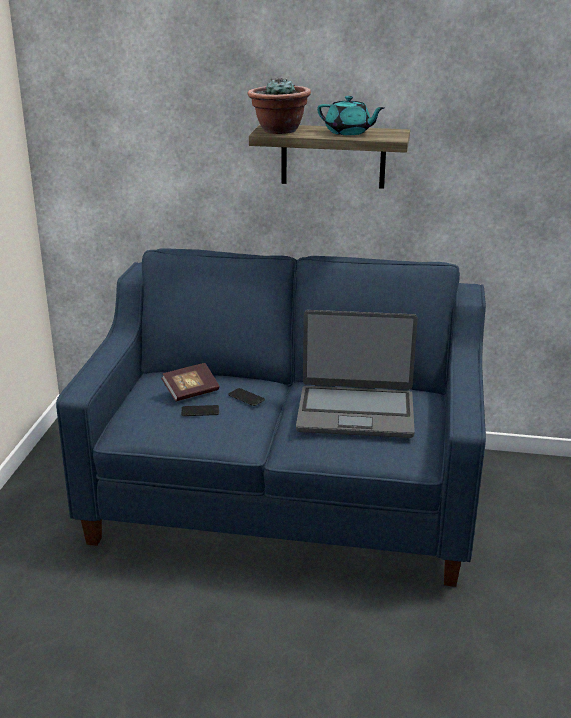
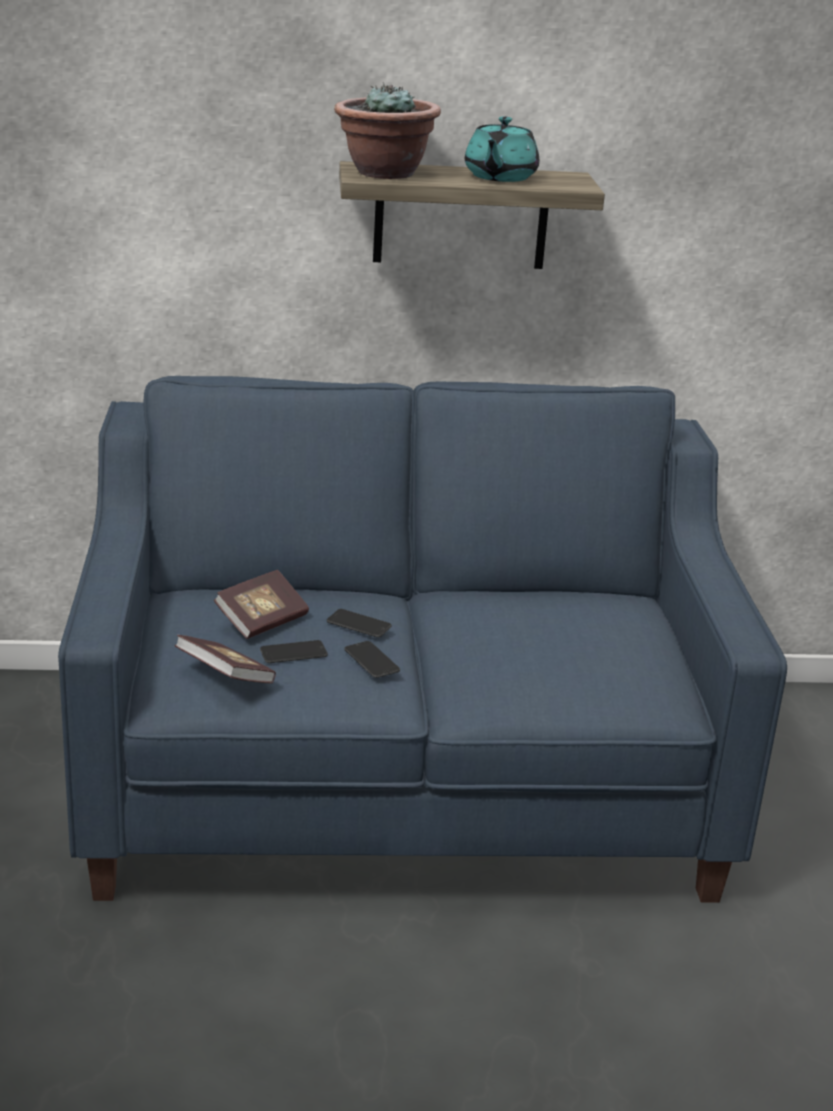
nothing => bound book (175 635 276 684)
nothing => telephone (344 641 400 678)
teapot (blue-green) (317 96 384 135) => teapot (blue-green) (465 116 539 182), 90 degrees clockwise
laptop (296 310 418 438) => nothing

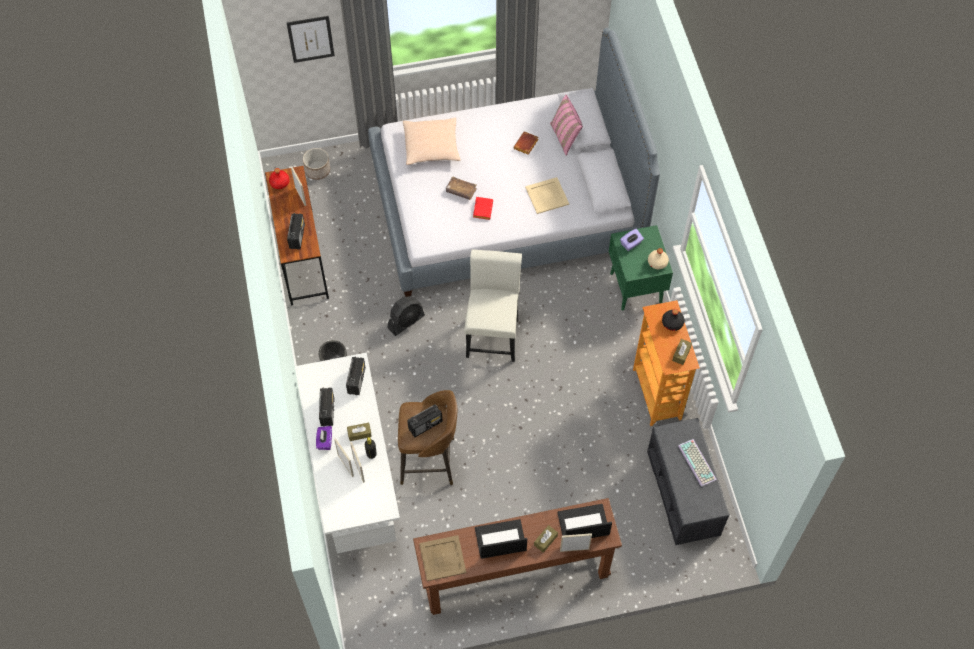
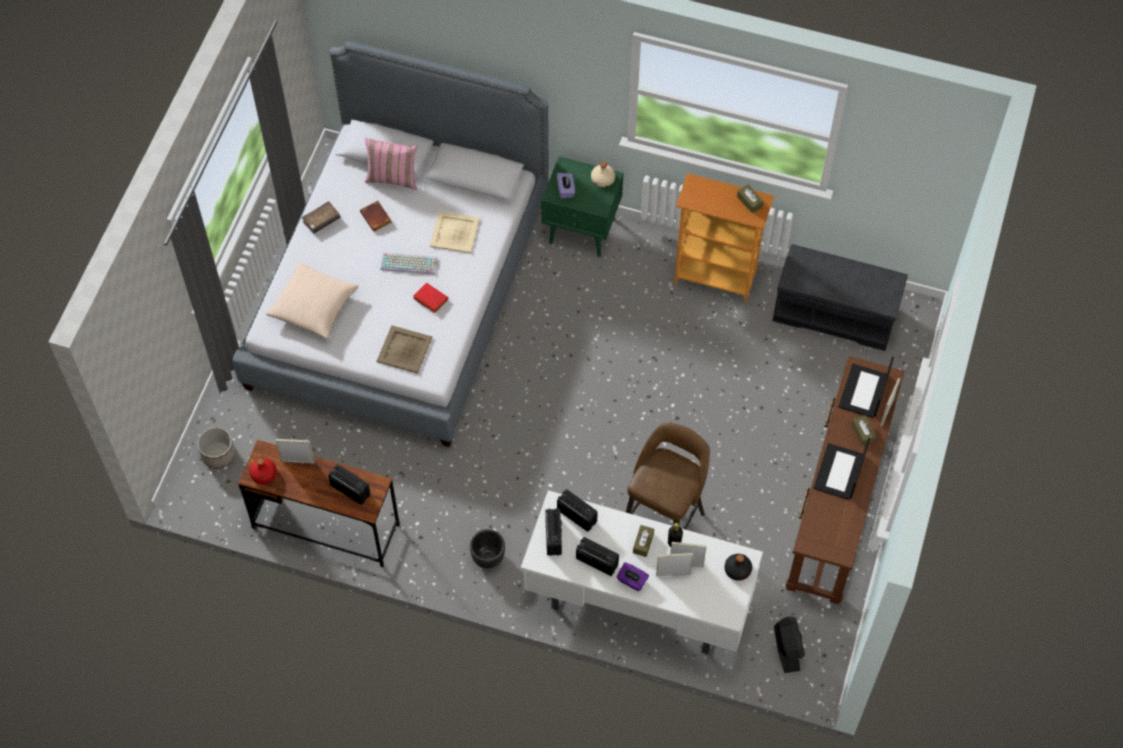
bound book (brownish) (446 177 477 200) => bound book (brownish) (301 201 341 234), shifted
carrying tray (sand-coloured) (419 535 467 581) => carrying tray (sand-coloured) (377 325 432 373), shifted
computer keyboard (678 439 717 487) => computer keyboard (380 253 437 274), shifted
radio receiver (407 404 442 437) => radio receiver (545 508 562 556), shifted
drink bottle (blackish) (662 309 685 331) => drink bottle (blackish) (725 554 752 581), shifted
cooling fan (blackish) (387 296 425 336) => cooling fan (blackish) (774 616 805 673), shifted
picture (287 16 335 63) => nothing
upright chair (white) (464 250 522 362) => nothing

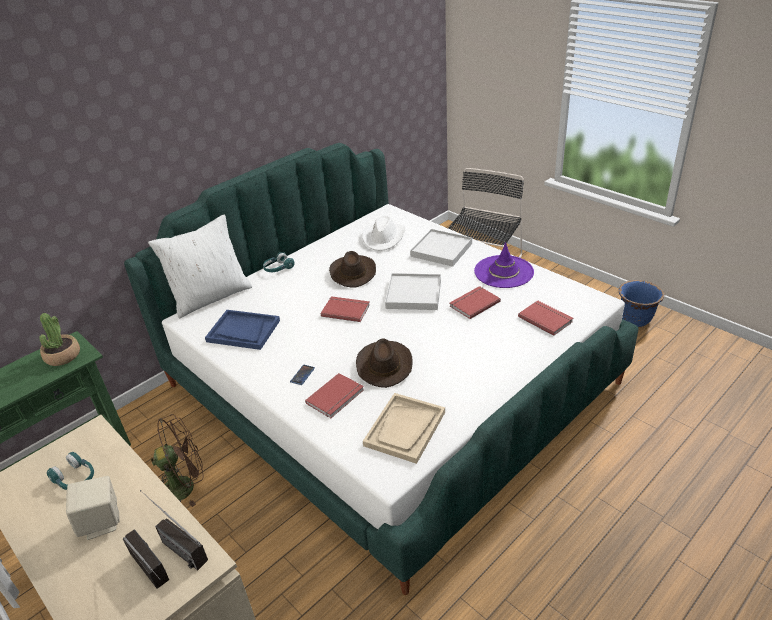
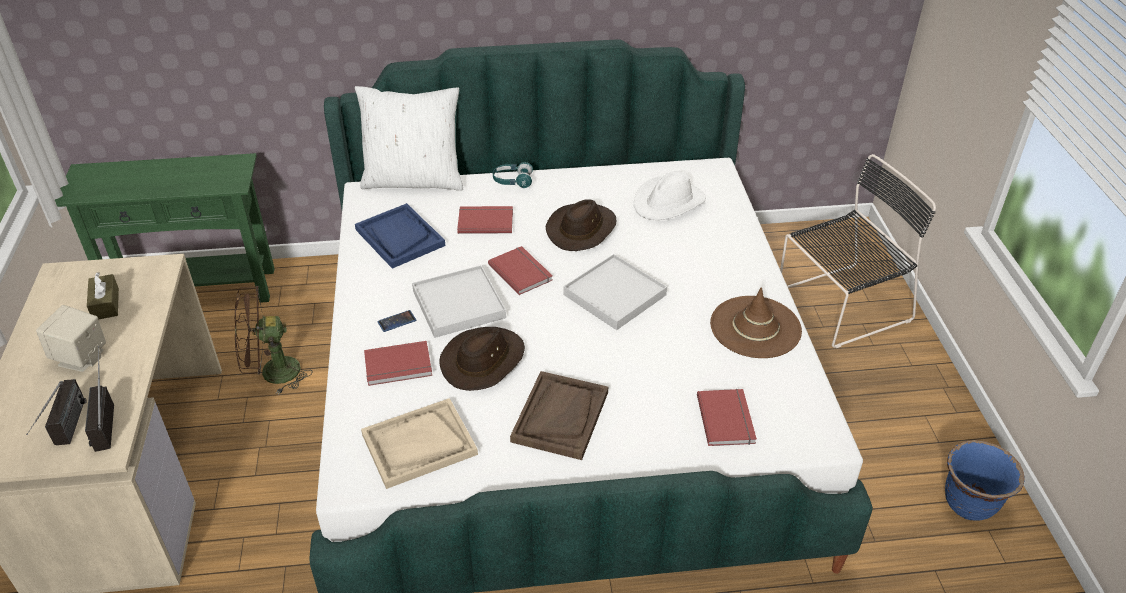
headphones (blue-green) (47 452 94 490) => tissue holder (brownish) (87 272 119 320)
cooling fan (brownish) (150 414 204 507) => cooling fan (brownish) (234 286 313 395), 150 degrees clockwise
carrying tray (white) (410 229 472 267) => carrying tray (white) (412 265 506 338), shifted
bound book (red) (450 286 501 319) => bound book (red) (457 206 513 234), shifted
nothing => carrying tray (brownish) (510 371 608 460)
hat (purple) (474 242 534 288) => hat (brownish) (710 287 802 358)
houseplant (40 313 80 366) => nothing

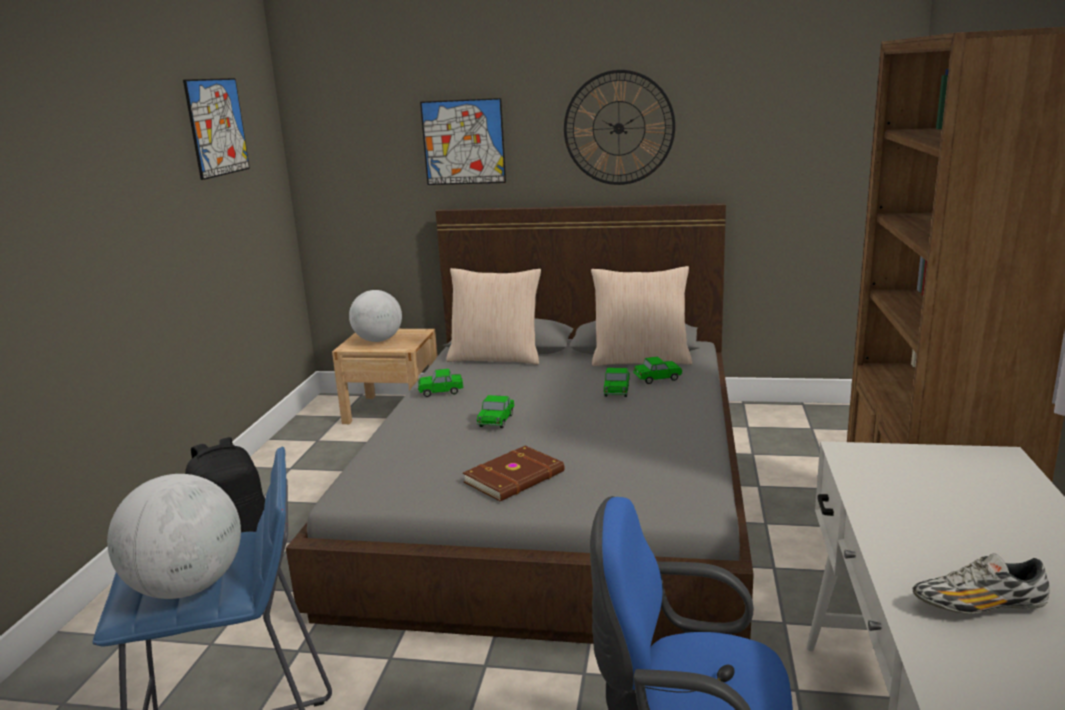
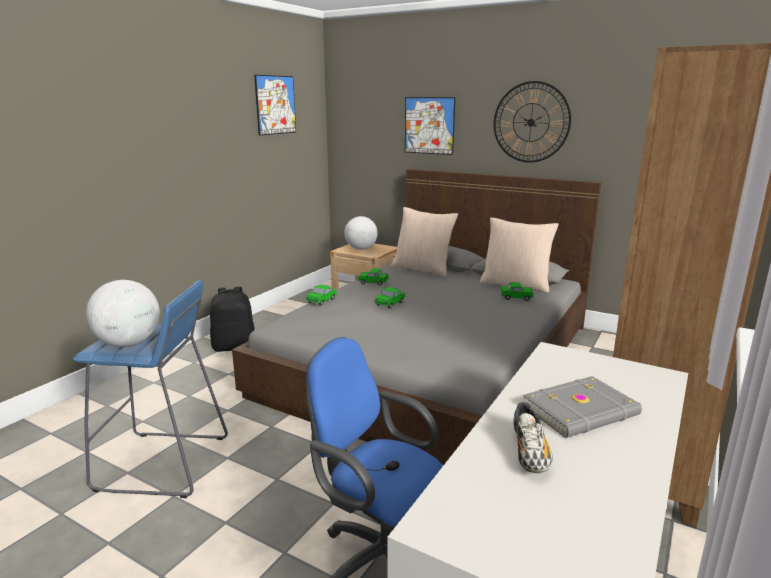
model car (604 368 630 397) => model car (306 284 337 305), shifted
item of footwear (913 553 1050 614) => item of footwear (513 402 553 473), 105 degrees counterclockwise
nothing => bound book (grey) (523 376 642 438)
bound book (brownish) (463 446 564 501) => nothing

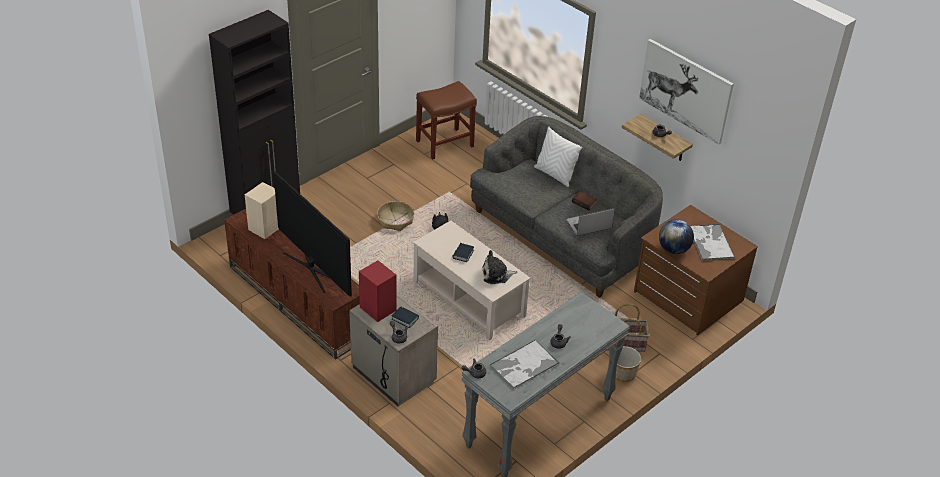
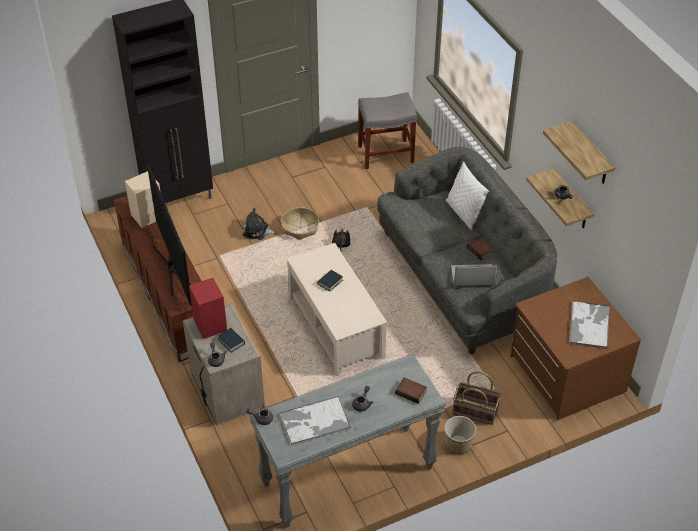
soft toy (482 250 517 284) => soft toy (243 208 277 240), shifted
stool seat (brownish) (416 81 477 160) => stool seat (grey) (358 92 417 169)
nothing => bound book (395 377 427 404)
picture (639 39 734 145) => bracket shelf (543 121 615 184)
desk globe (659 220 694 254) => nothing

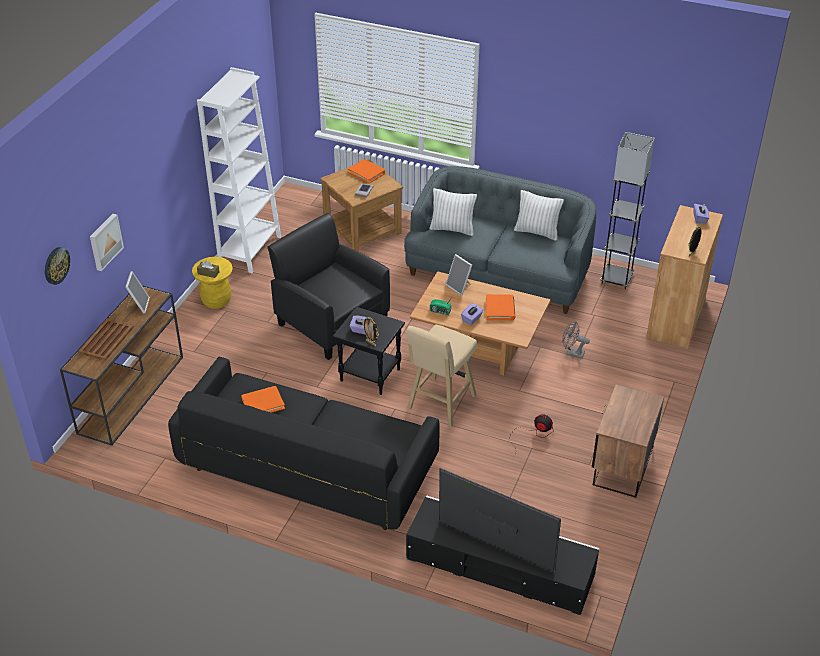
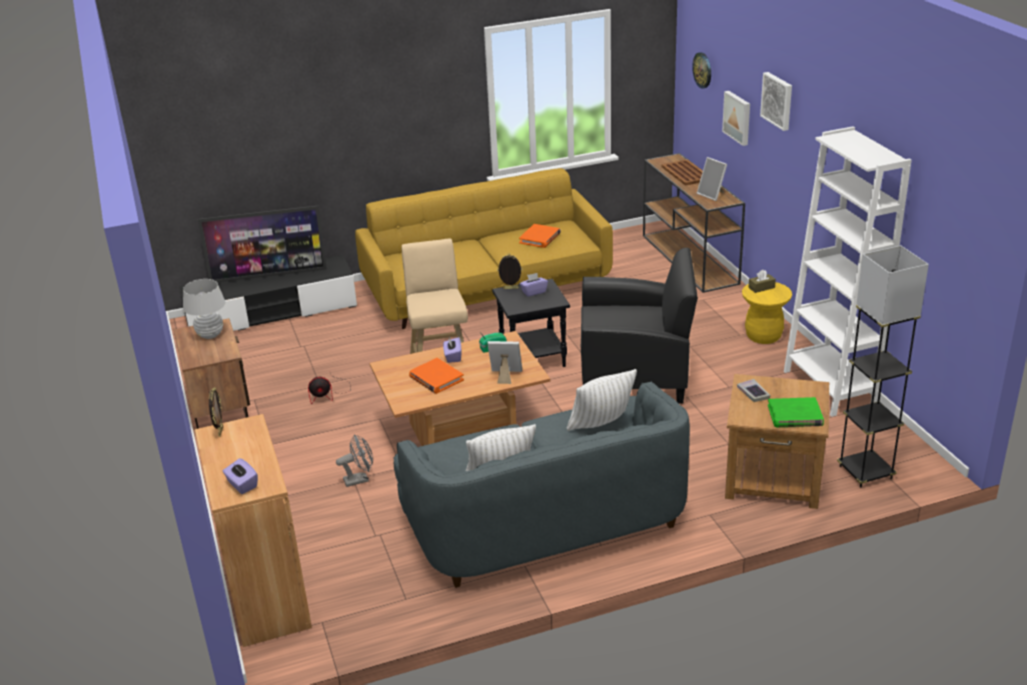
nothing => lamp for a table (white) (183 279 226 339)
settee (blackish) (168 357 440 530) => settee (yellowish) (355 168 613 329)
nothing => picture (760 72 792 131)
bound book (orangey) (348 159 385 183) => bound book (green-coloured) (768 397 824 427)
standard lamp (blackish) (600 132 655 289) => standard lamp (blackish) (837 245 929 487), shifted

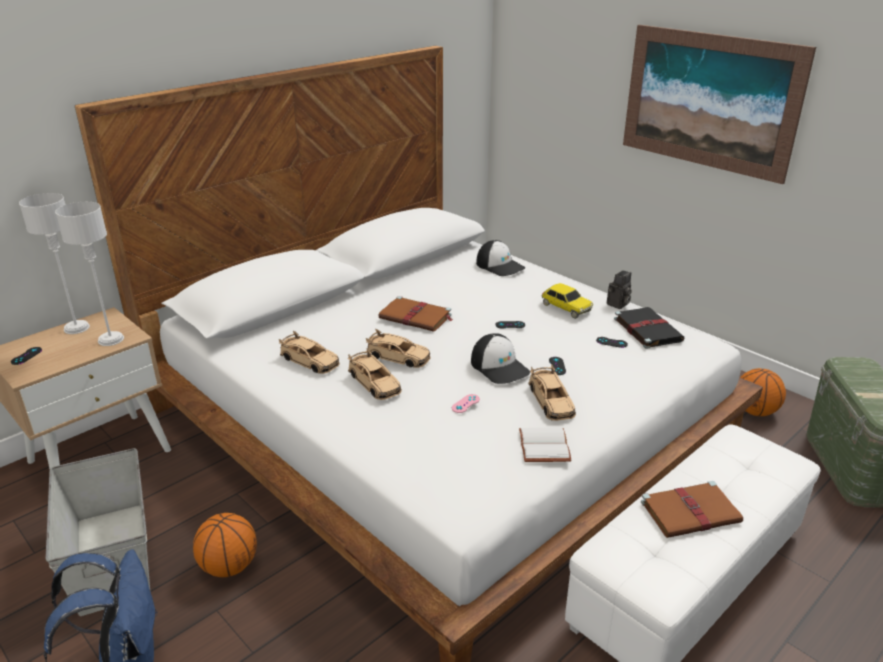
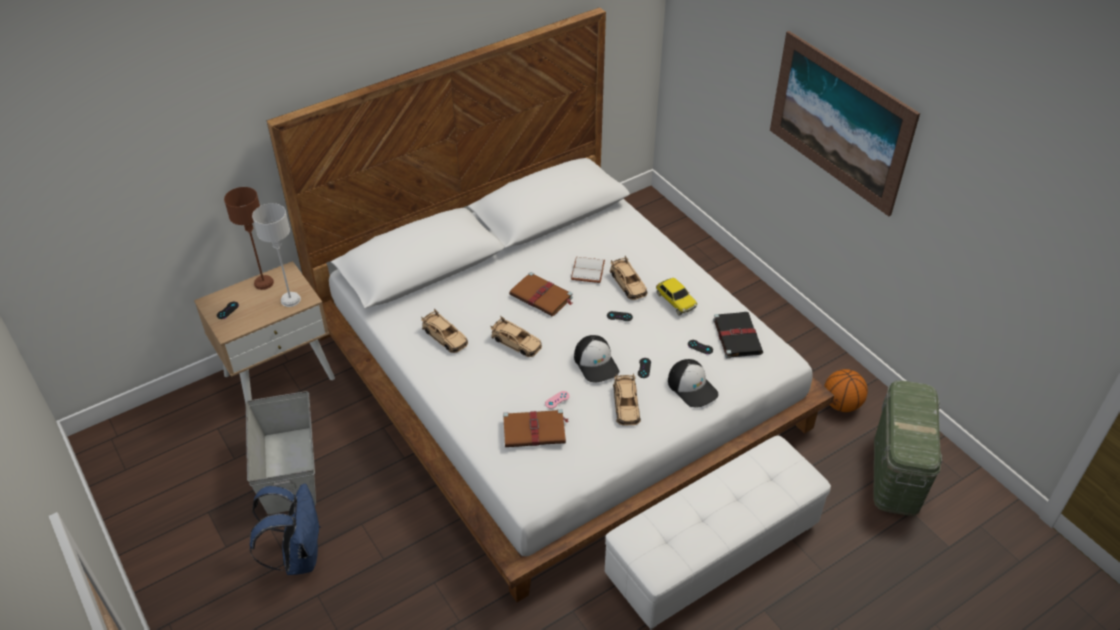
lamp for a table (grey) (19 193 90 334) => lamp for a table (brownish) (224 187 274 290)
bound book (brownish) (641 481 743 538) => bound book (brownish) (503 409 569 447), shifted
bound book (white) (519 428 572 462) => bound book (white) (571 257 605 283), shifted
model car (sand-coloured) (348 348 402 400) => model car (sand-coloured) (610 256 648 300), shifted
baseball cap (476 240 525 276) => baseball cap (668 359 718 407), shifted
basketball ball (193 513 257 577) => nothing
still camera (607 270 632 309) => nothing

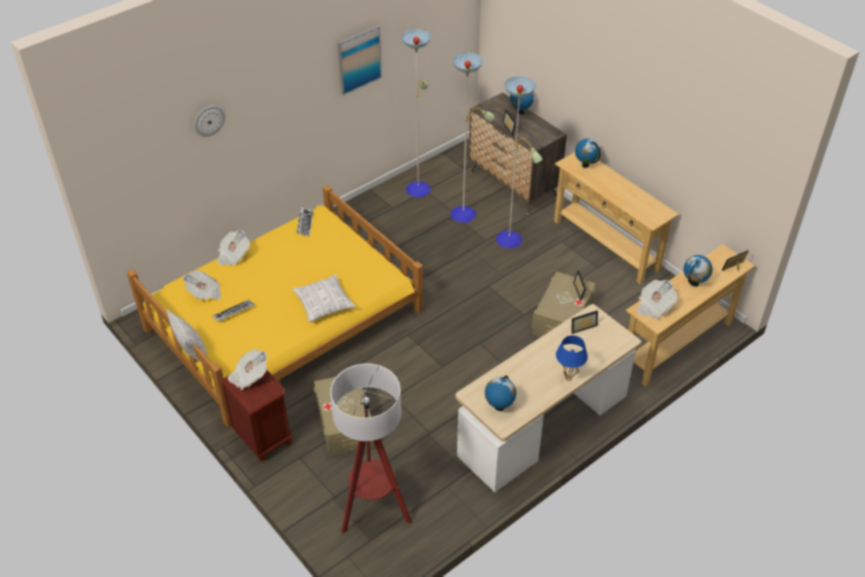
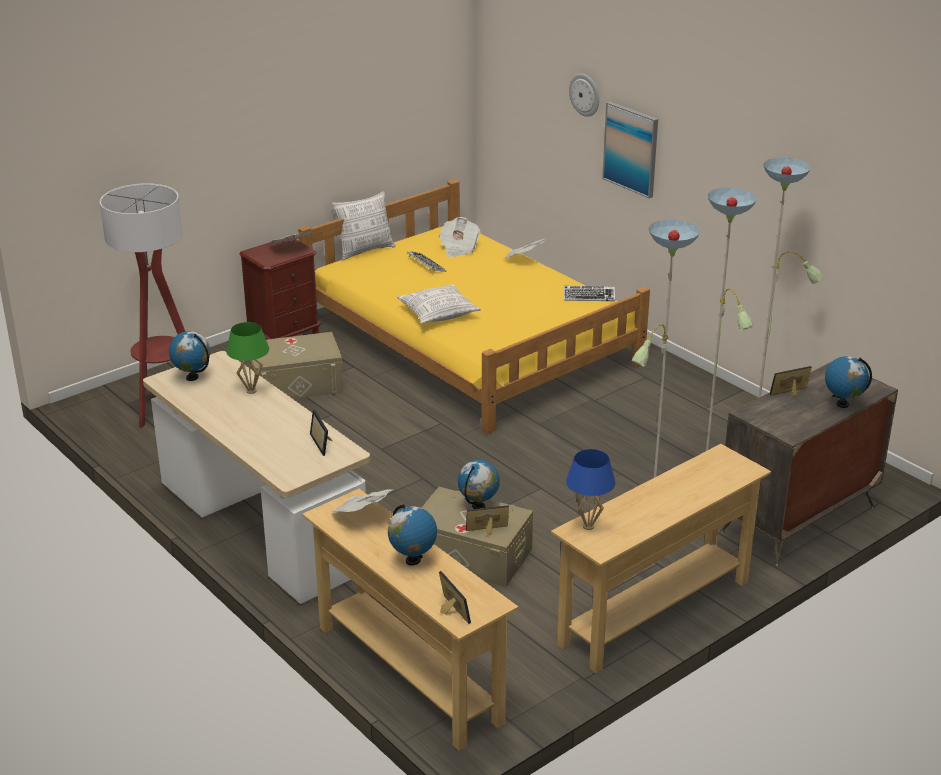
nothing => lamp for a table (green-coloured) (226 322 269 394)
desk globe (575 138 601 168) => desk globe (458 460 500 509), shifted
lamp for a table (bluish) (556 335 588 381) => lamp for a table (bluish) (566 449 615 530), shifted
picture (337 25 382 96) => picture (602 101 658 198), shifted

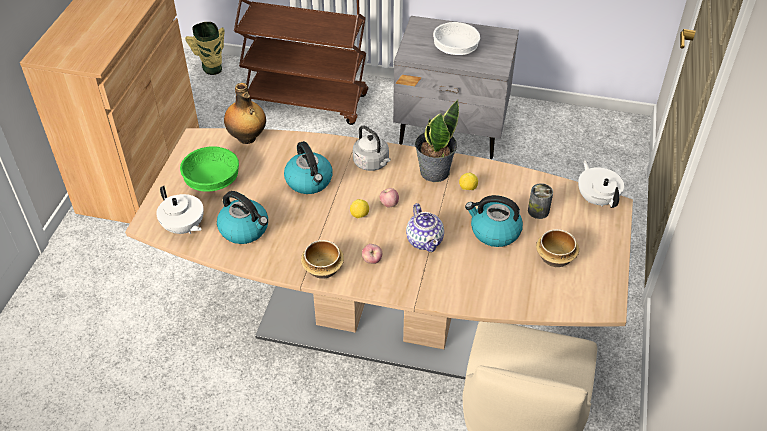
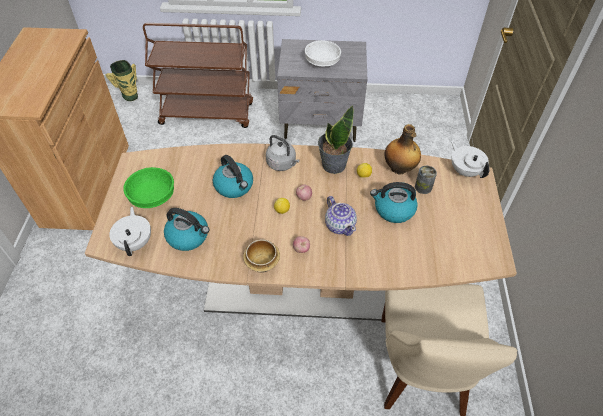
teapot (white) (156 186 204 234) => teapot (white) (109 207 151 256), 135 degrees counterclockwise
drink bottle (224 83 266 144) => drink bottle (384 124 421 174), shifted
deep dish (536 229 579 267) => nothing

